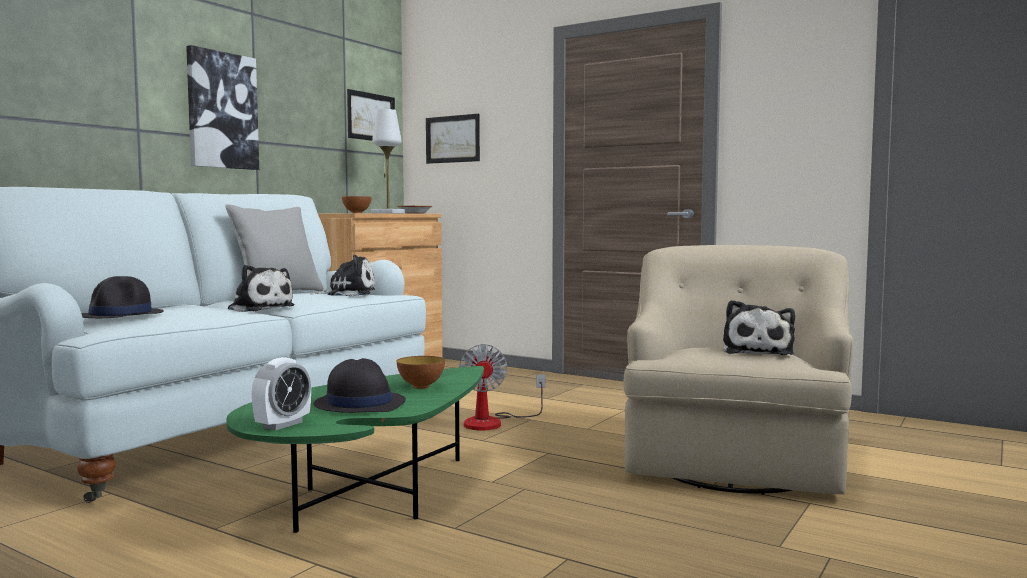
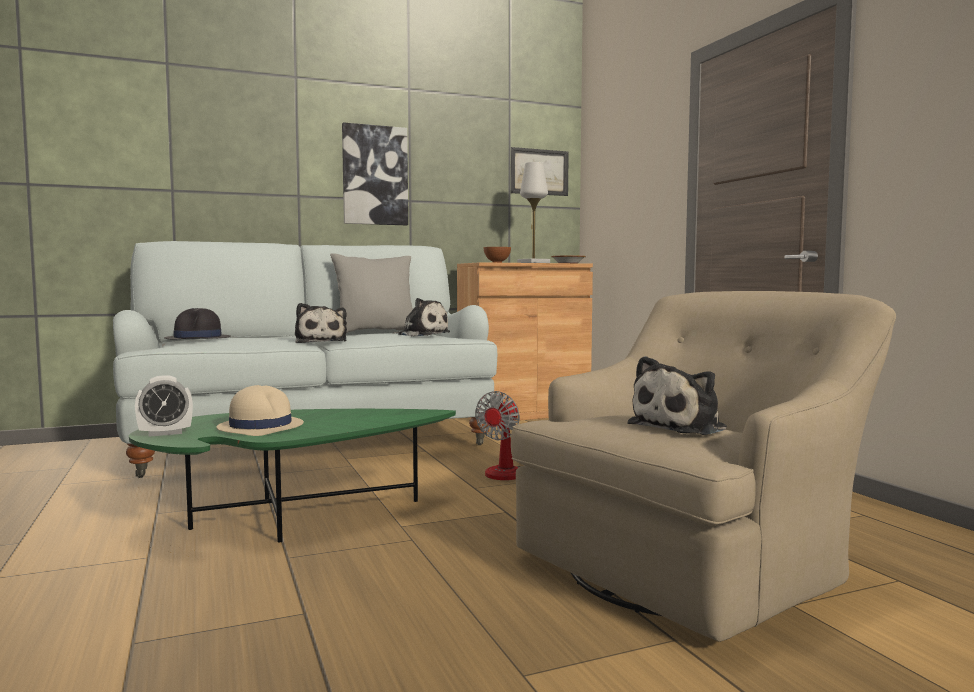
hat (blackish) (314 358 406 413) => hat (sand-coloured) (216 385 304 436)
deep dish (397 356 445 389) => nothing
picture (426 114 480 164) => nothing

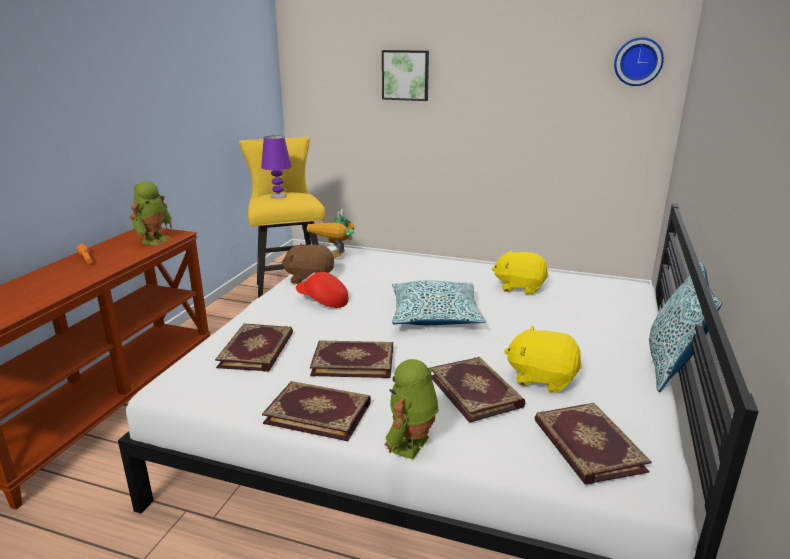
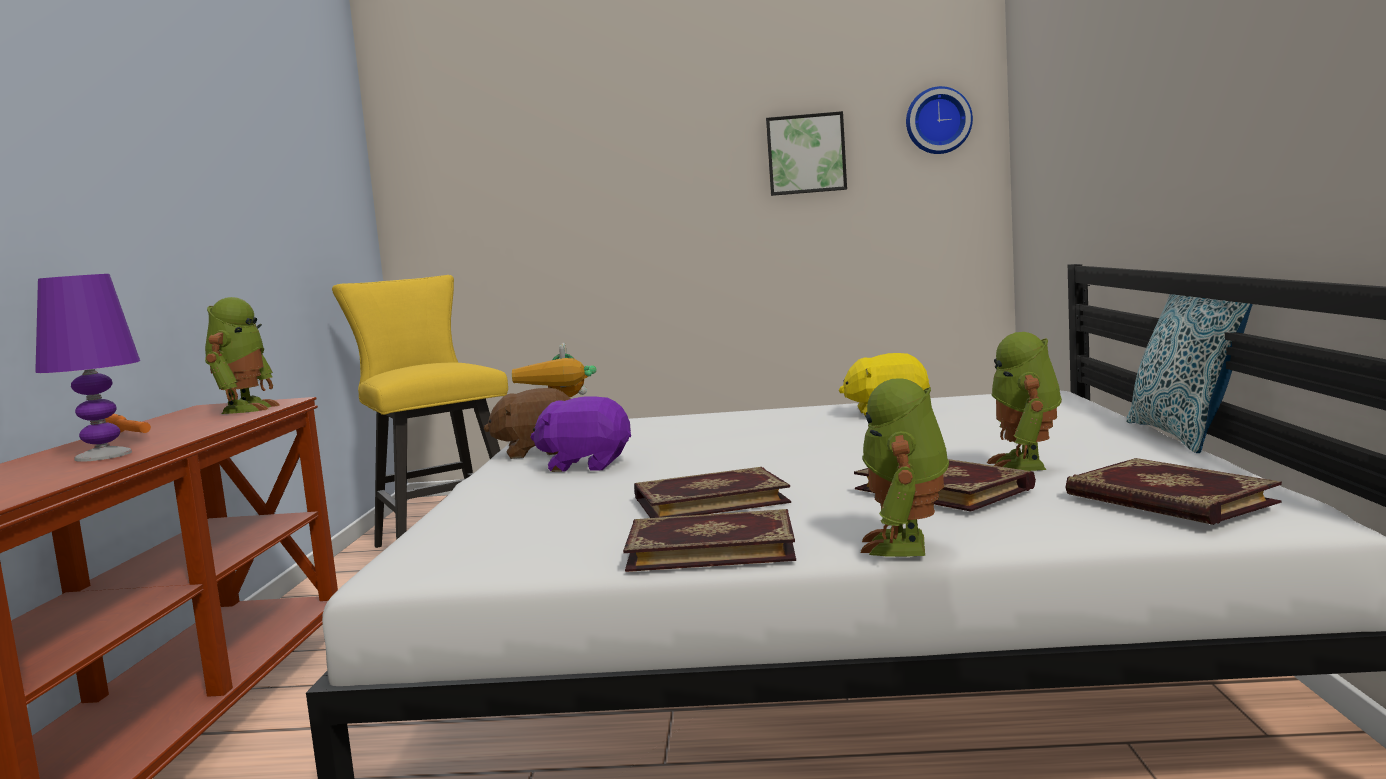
lamp for a table (purple) (261 135 291 198) => lamp for a table (purple) (35 274 140 462), shifted
baseball cap (red) (296 272 348 308) => soft toy (purple) (530 396 631 472)
picture (382 50 429 101) => picture (766 111 847 196), shifted
soft toy (yellowish) (504 325 582 393) => toy robot (987 332 1062 471)
bound book (215 323 293 372) => nothing
throw pillow (392 280 486 325) => nothing

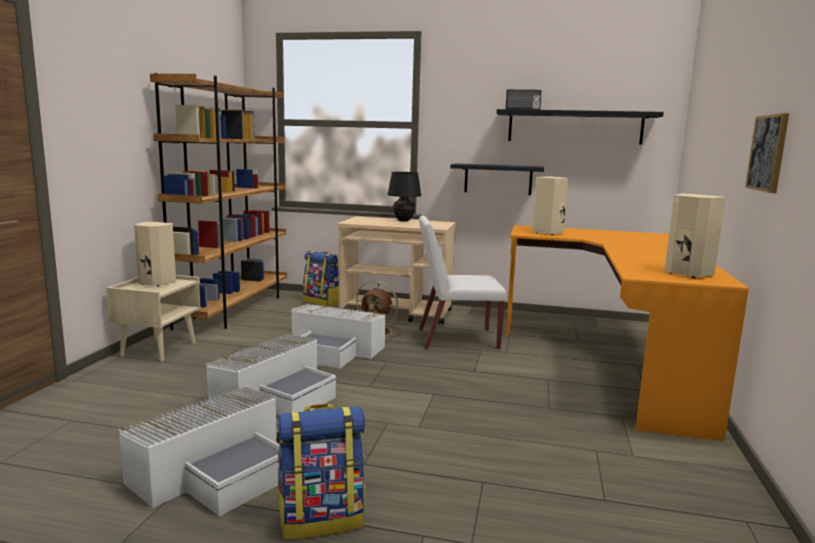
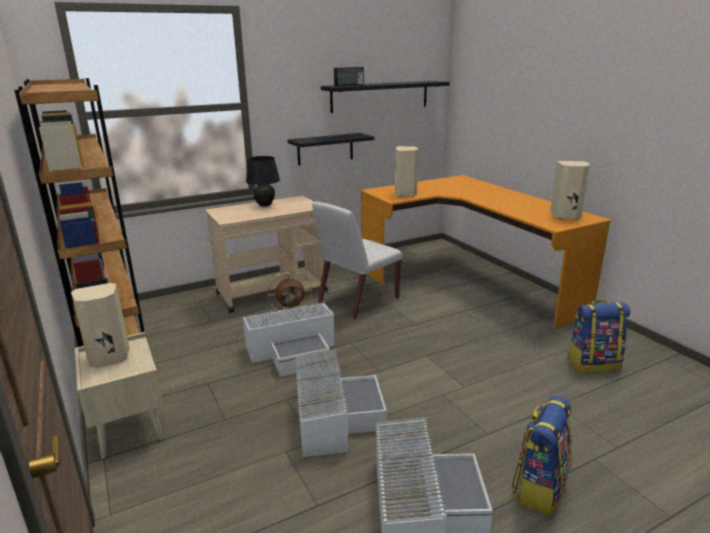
backpack (303 251 339 307) => backpack (567 300 630 373), shifted
picture (745 113 789 193) => nothing

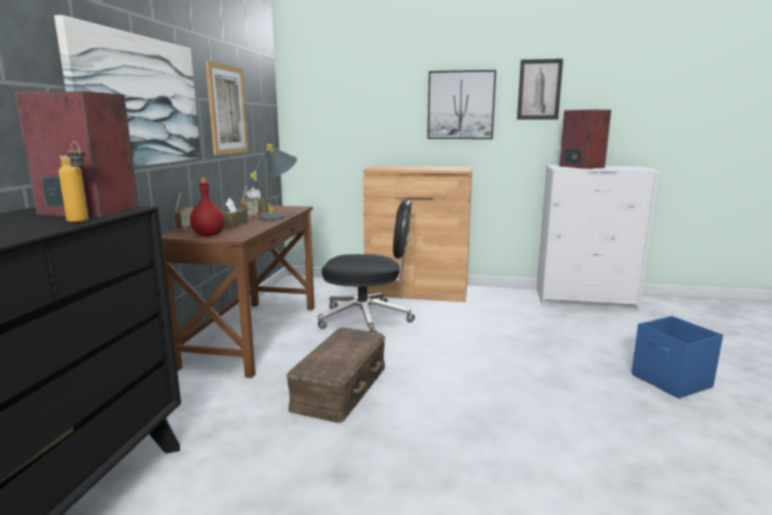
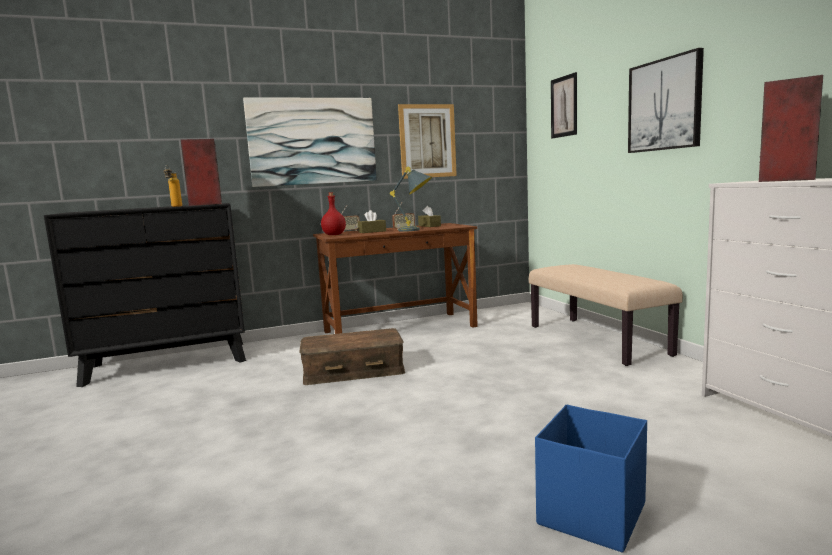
cupboard (brownish) (363 165 472 302) => bench (sand-coloured) (529 264 683 366)
picture (517 59 563 120) => picture (551 72 577 139), shifted
computer chair (blackish) (318 199 415 332) => nothing

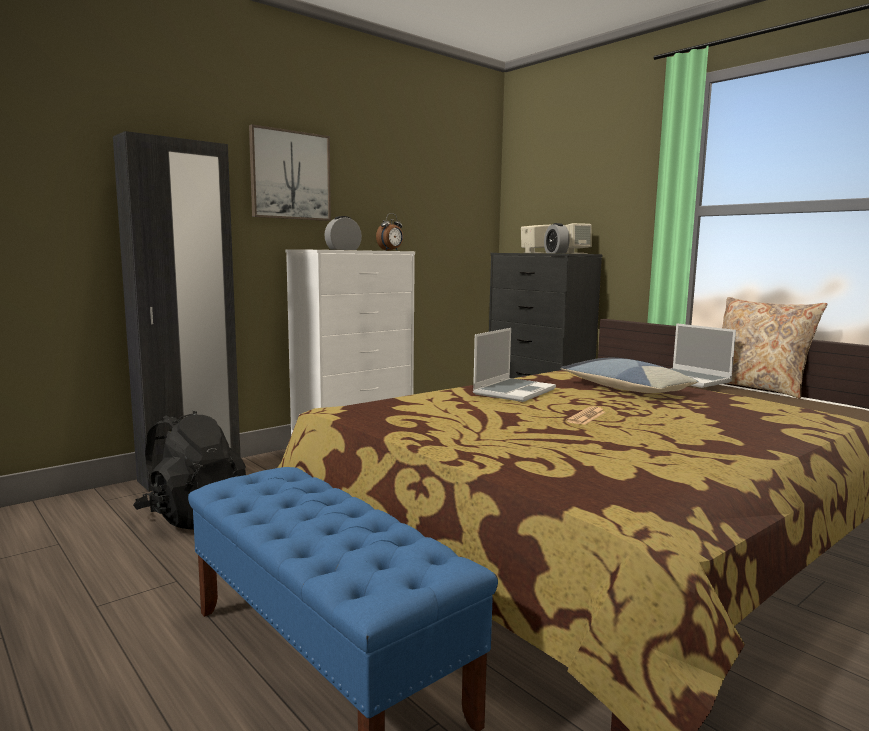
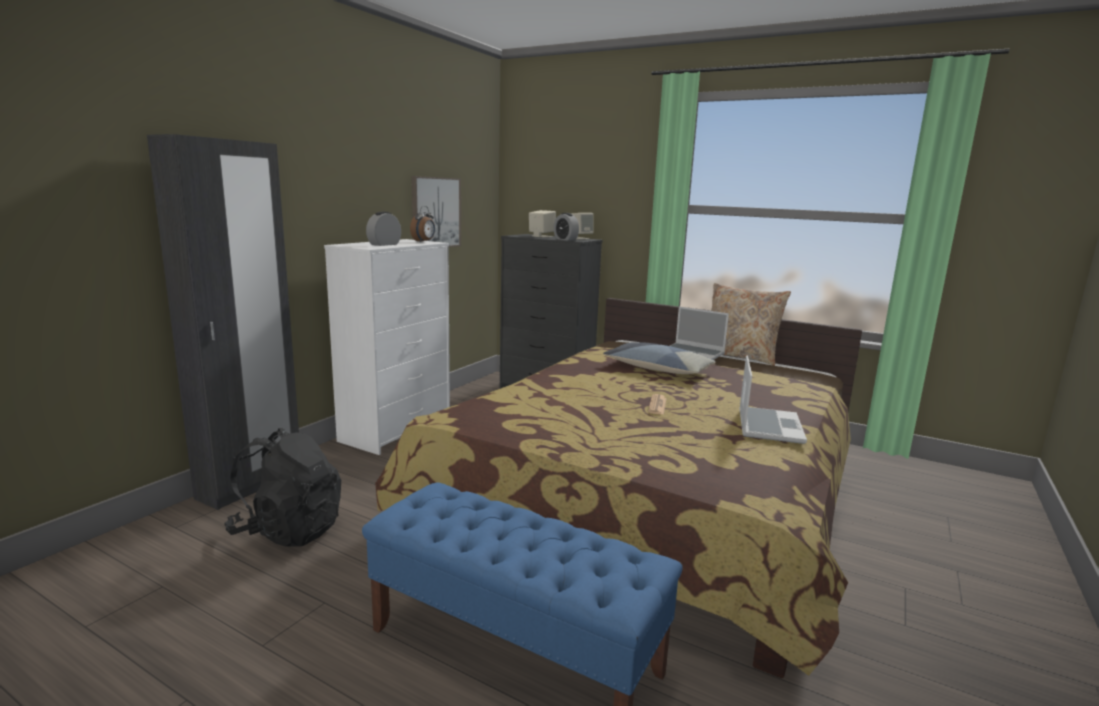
picture (249 124 331 221) => picture (411 176 461 247), shifted
laptop (473 328 556 402) => laptop (739 356 807 444), shifted

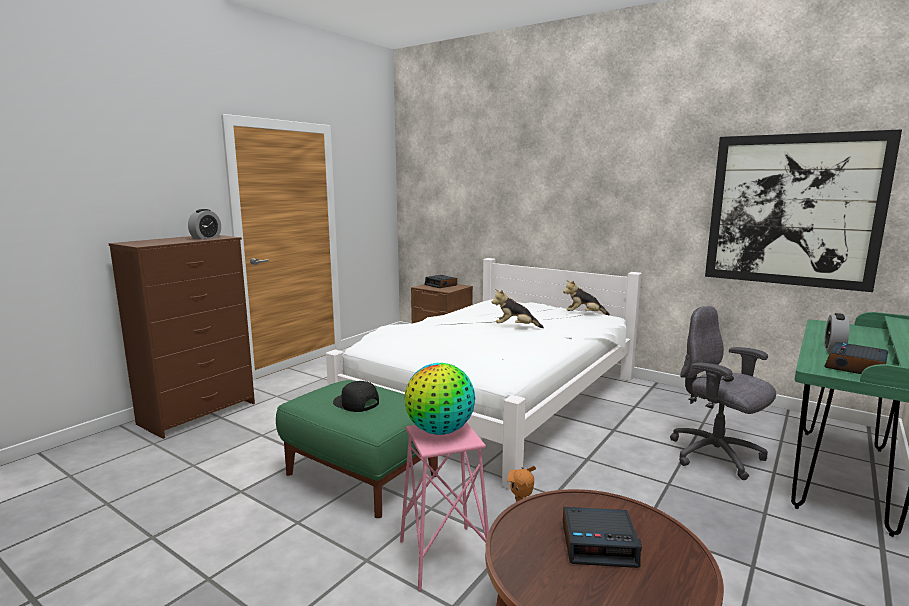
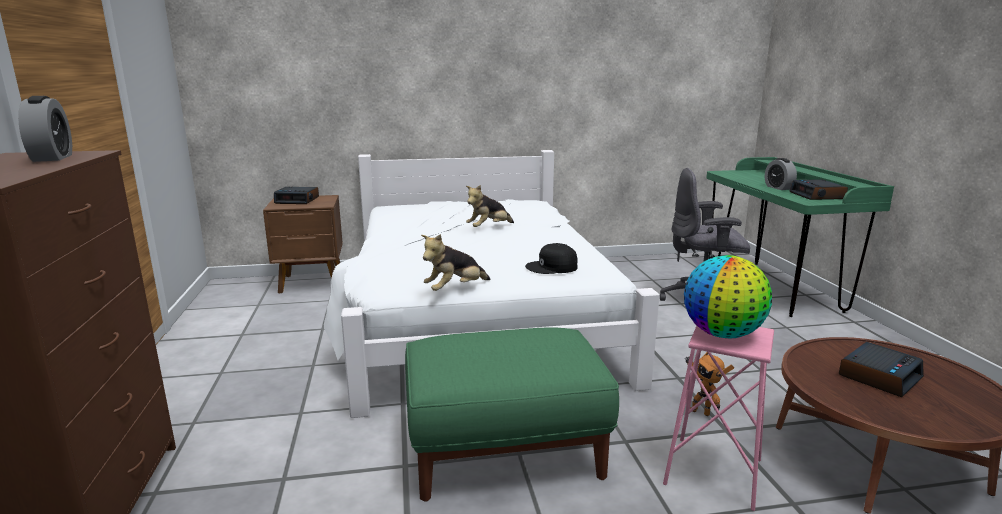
soft toy (563 280 610 315) => soft toy (421 234 490 291), shifted
baseball cap (blackish) (333 381 379 412) => baseball cap (blackish) (525 243 578 274), shifted
picture (705 129 902 292) => nothing

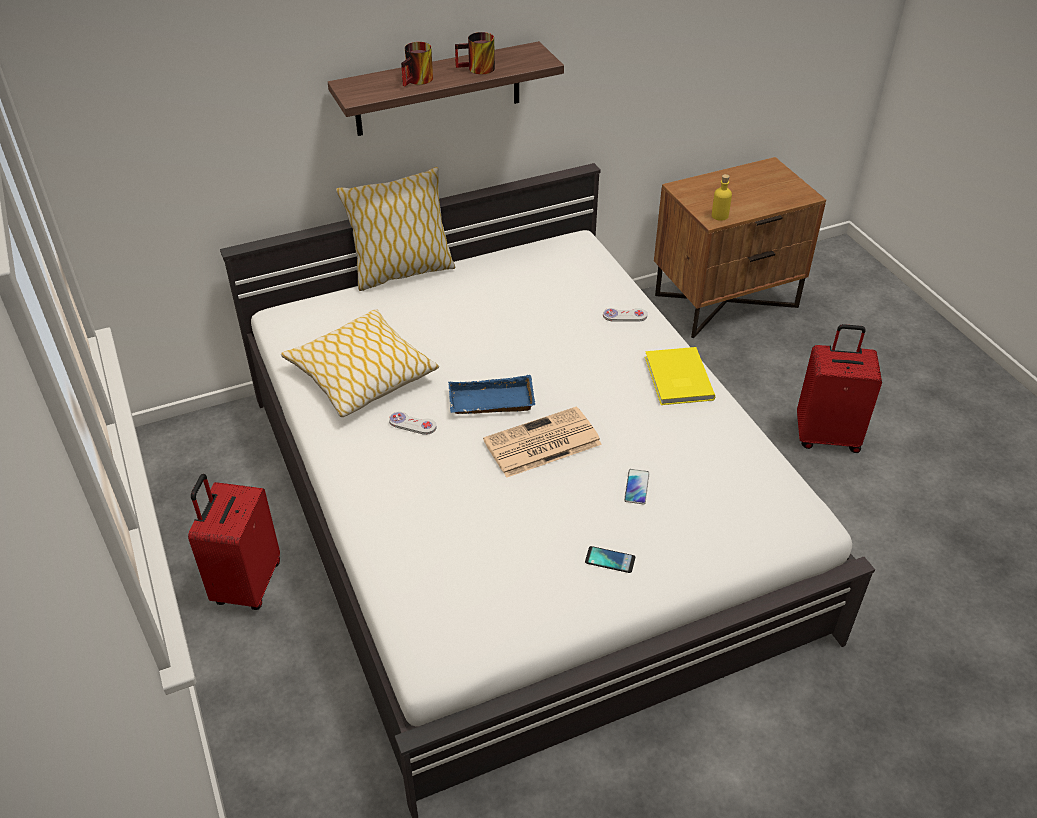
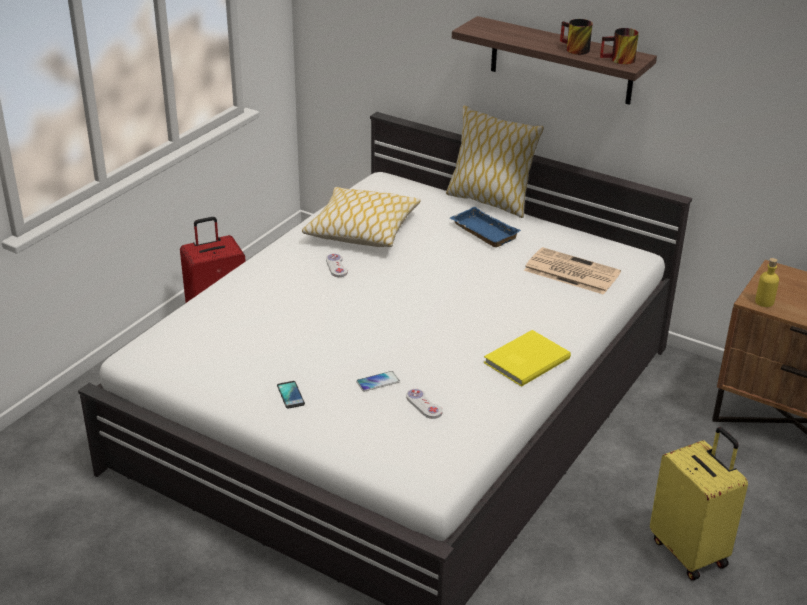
game controller (white) (603 308 647 322) => game controller (white) (406 389 443 419), shifted
carrying tray (bluish) (448 375 535 414) => carrying tray (bluish) (450 207 521 247), shifted
printed paper (483 407 602 478) => printed paper (524 247 621 295), shifted
mug (401 42 433 86) => mug (600 28 639 64), shifted
piece of luggage (red) (797 324 882 453) => piece of luggage (yellowish) (650 427 748 580)

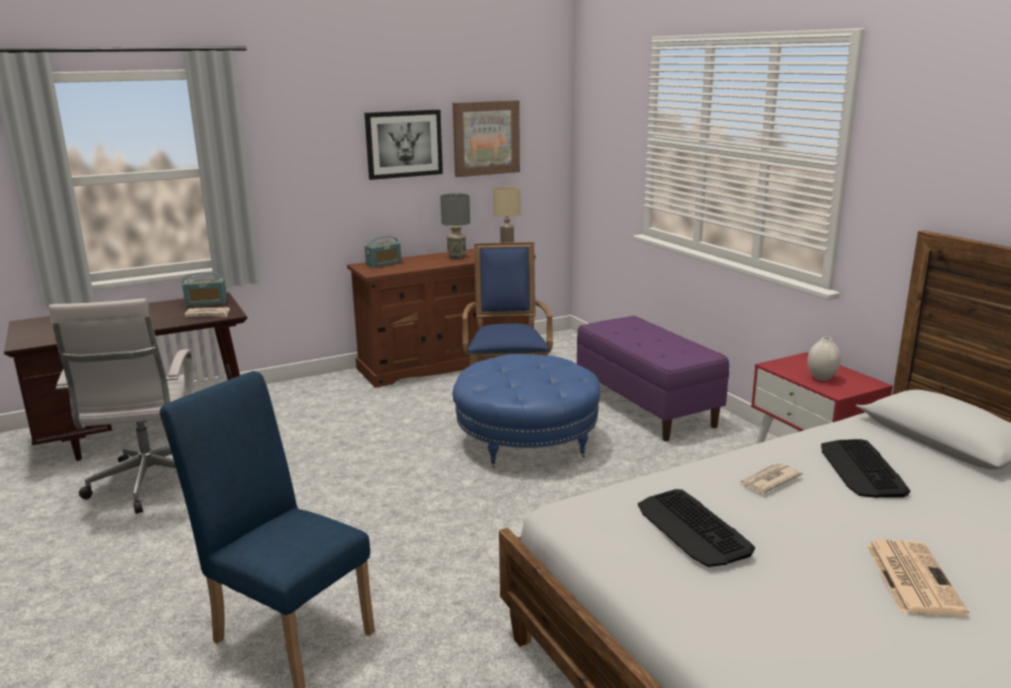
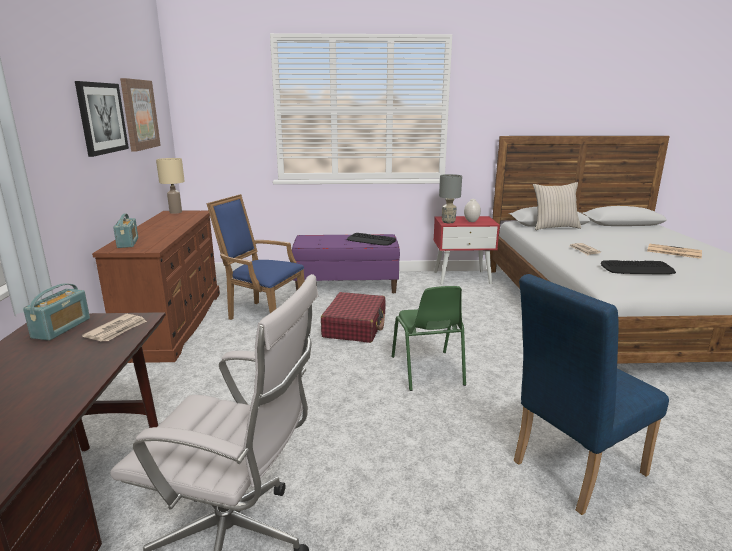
footrest (bluish) (452 354 600 468) => piece of luggage (red) (321 292 386 343)
computer keyboard (821 439 910 498) => computer keyboard (347 233 396 246), shifted
nothing => upright chair (green-coloured) (392 286 466 391)
lamp for a table (grey) (440 193 470 259) => lamp for a table (grey) (439 174 462 223), shifted
nothing => throw pillow (sand-coloured) (533 182 581 230)

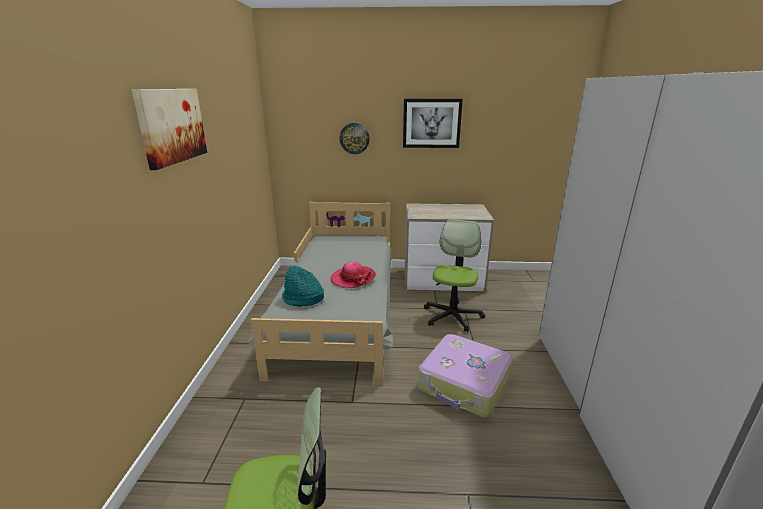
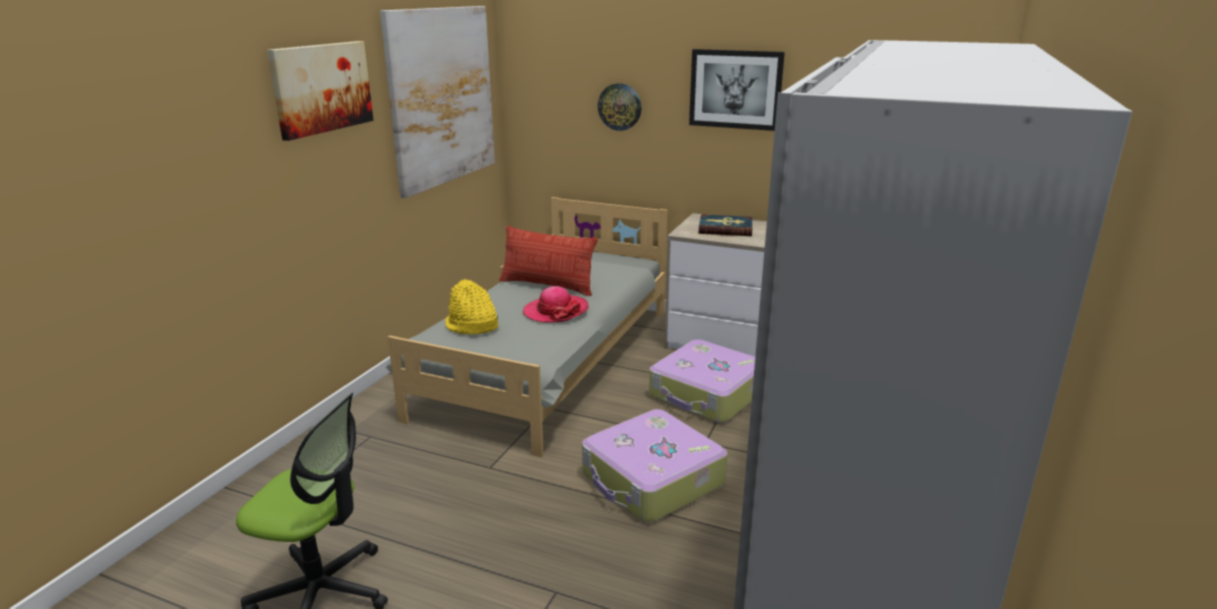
nothing => picture (380 6 495 198)
hat (blue-green) (282 266 324 307) => hat (yellowish) (445 279 498 335)
nothing => throw pillow (499 226 598 296)
computer chair (424 219 485 332) => piece of luggage (649 339 755 423)
nothing => bound book (698 214 752 236)

